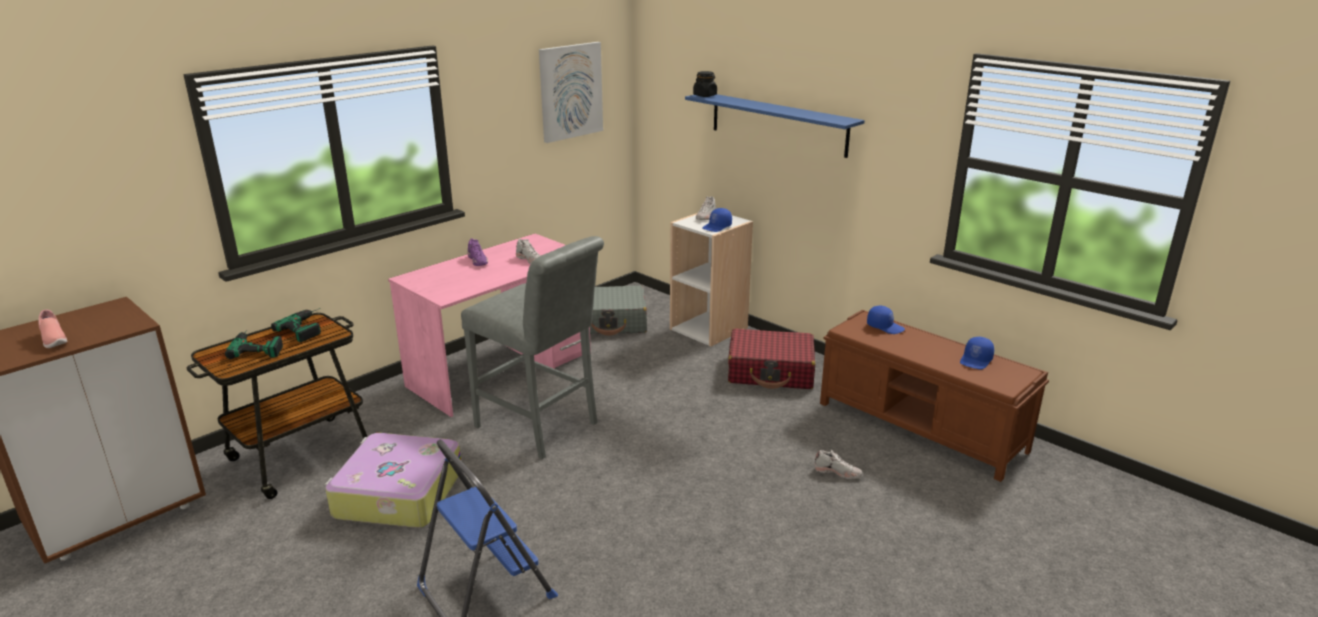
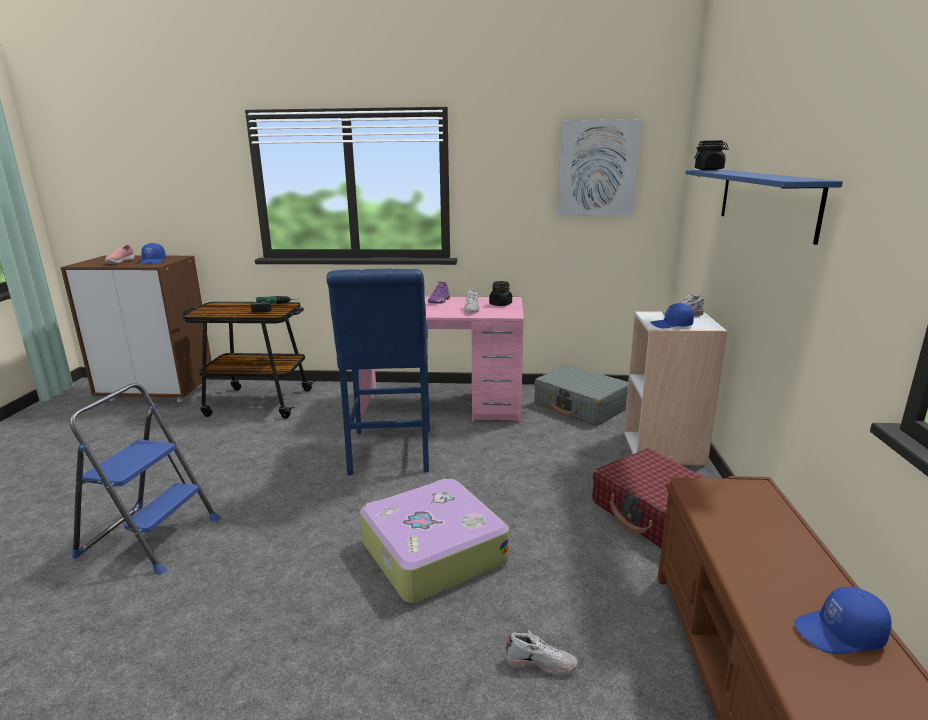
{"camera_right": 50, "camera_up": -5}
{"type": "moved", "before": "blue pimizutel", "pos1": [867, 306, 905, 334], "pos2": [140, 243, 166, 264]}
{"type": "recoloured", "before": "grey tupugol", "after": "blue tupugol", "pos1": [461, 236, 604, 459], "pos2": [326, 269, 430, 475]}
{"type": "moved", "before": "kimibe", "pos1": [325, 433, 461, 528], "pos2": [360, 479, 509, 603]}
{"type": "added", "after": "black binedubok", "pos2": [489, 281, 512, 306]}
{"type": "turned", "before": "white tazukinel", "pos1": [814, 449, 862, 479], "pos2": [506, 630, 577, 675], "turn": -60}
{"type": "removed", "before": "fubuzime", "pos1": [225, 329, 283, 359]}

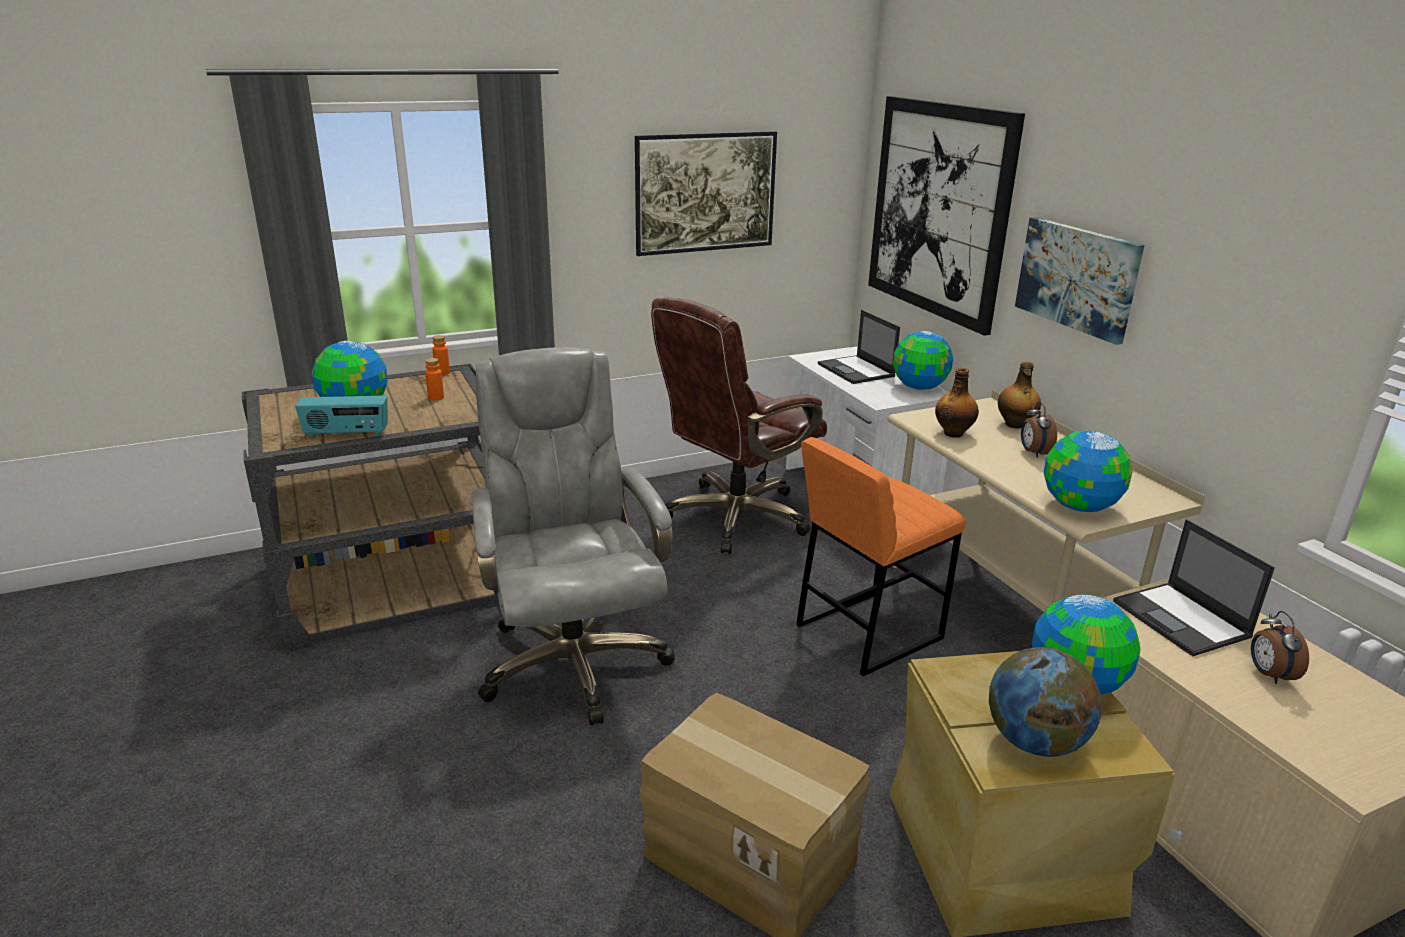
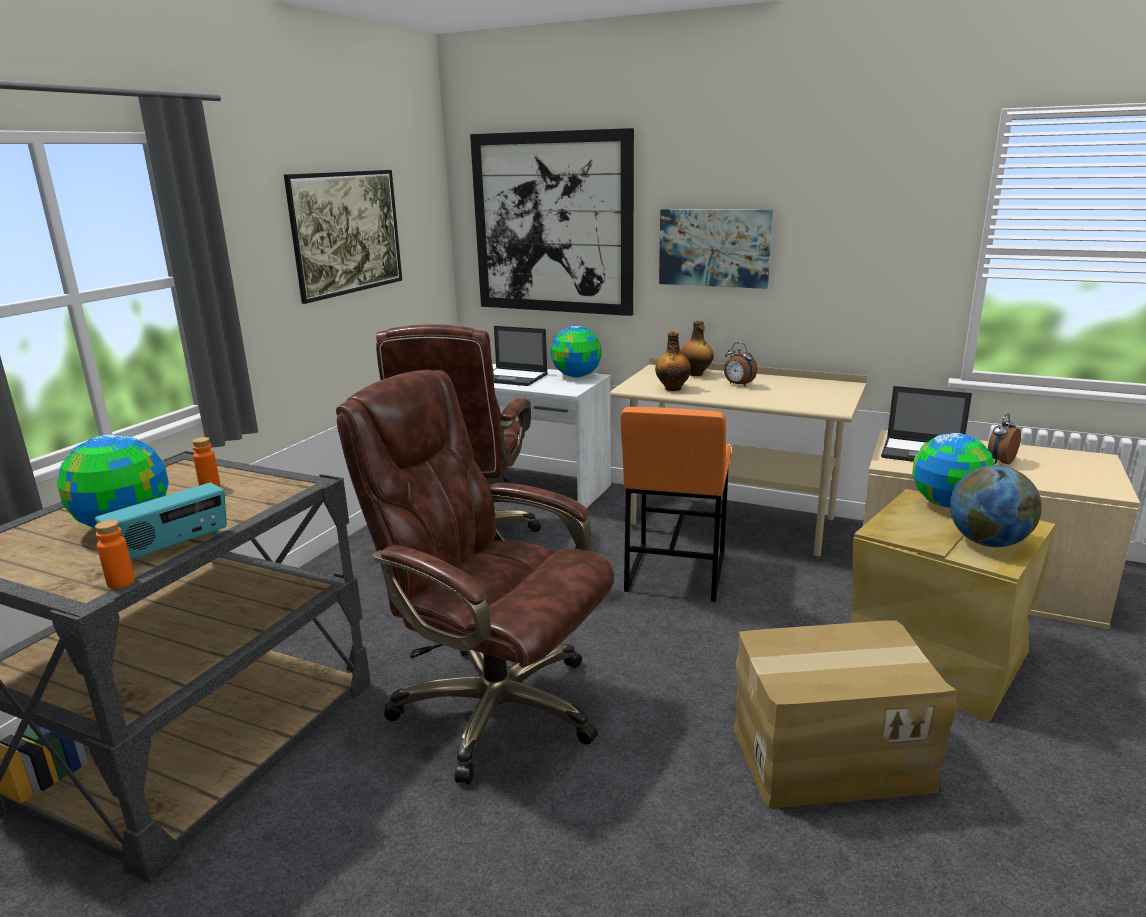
{"camera_right": -40, "camera_up": -5}
{"type": "moved", "before": "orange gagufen", "pos1": [432, 335, 450, 375], "pos2": [95, 520, 135, 589]}
{"type": "recoloured", "before": "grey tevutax", "after": "brown tevutax", "pos1": [472, 347, 675, 726], "pos2": [336, 370, 614, 784]}
{"type": "turned", "before": "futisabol", "pos1": [1251, 611, 1309, 684], "pos2": [988, 413, 1021, 464], "turn": 90}
{"type": "removed", "before": "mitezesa", "pos1": [1044, 431, 1133, 512]}

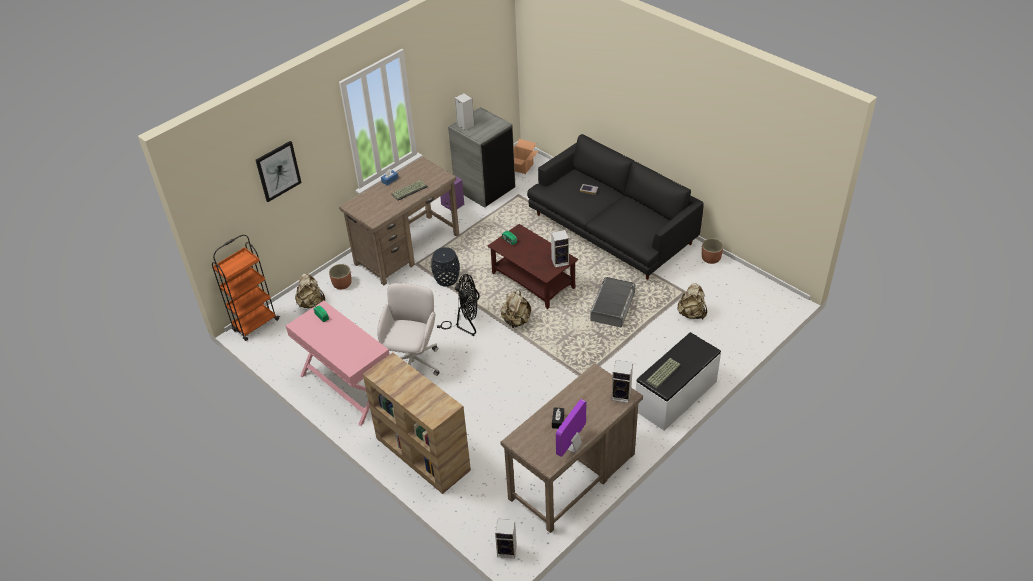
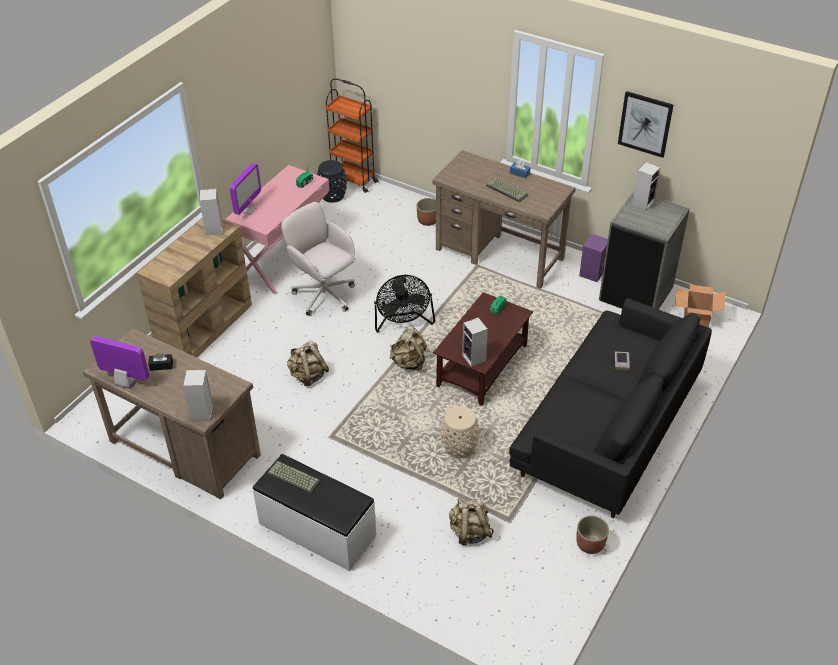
{"camera_right": 75, "camera_up": 0}
{"type": "moved", "before": "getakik", "pos1": [495, 519, 517, 558], "pos2": [200, 189, 223, 235]}
{"type": "added", "after": "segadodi", "pos2": [230, 163, 261, 215]}
{"type": "turned", "before": "white tevutax", "pos1": [377, 283, 440, 376], "pos2": [281, 202, 355, 316], "turn": -135}
{"type": "moved", "before": "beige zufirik", "pos1": [295, 274, 325, 308], "pos2": [287, 340, 329, 386]}
{"type": "moved", "before": "black tupugol", "pos1": [431, 247, 460, 287], "pos2": [317, 160, 347, 203]}
{"type": "replaced", "before": "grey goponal", "after": "beige tupugol", "pos1": [590, 277, 635, 327], "pos2": [441, 406, 479, 458]}
{"type": "moved", "before": "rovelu", "pos1": [256, 141, 301, 202], "pos2": [618, 91, 673, 158]}

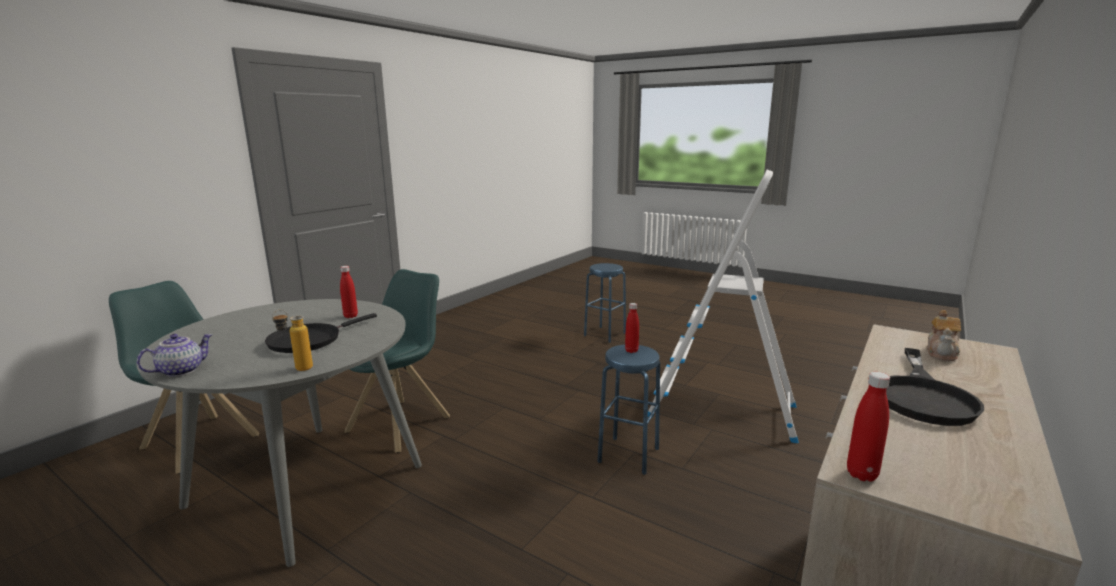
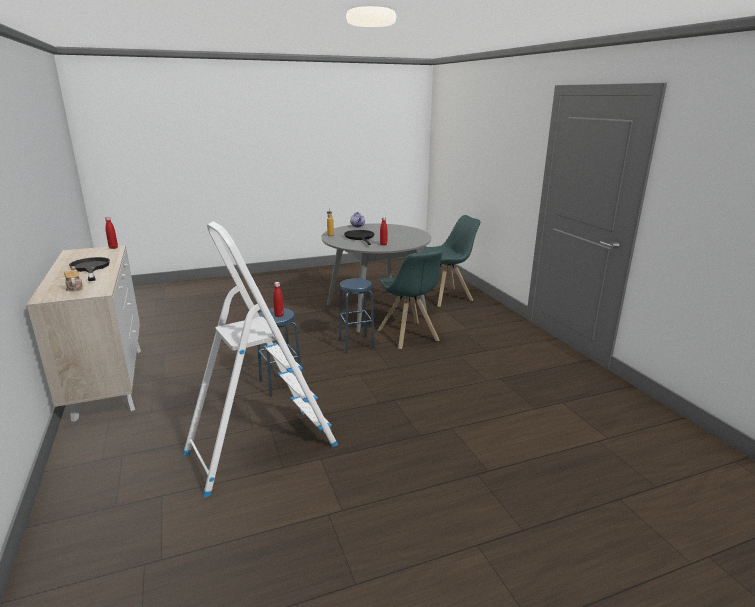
{"camera_right": 125, "camera_up": 5}
{"type": "moved", "before": "blue tupugol", "pos1": [584, 263, 626, 343], "pos2": [339, 278, 375, 353]}

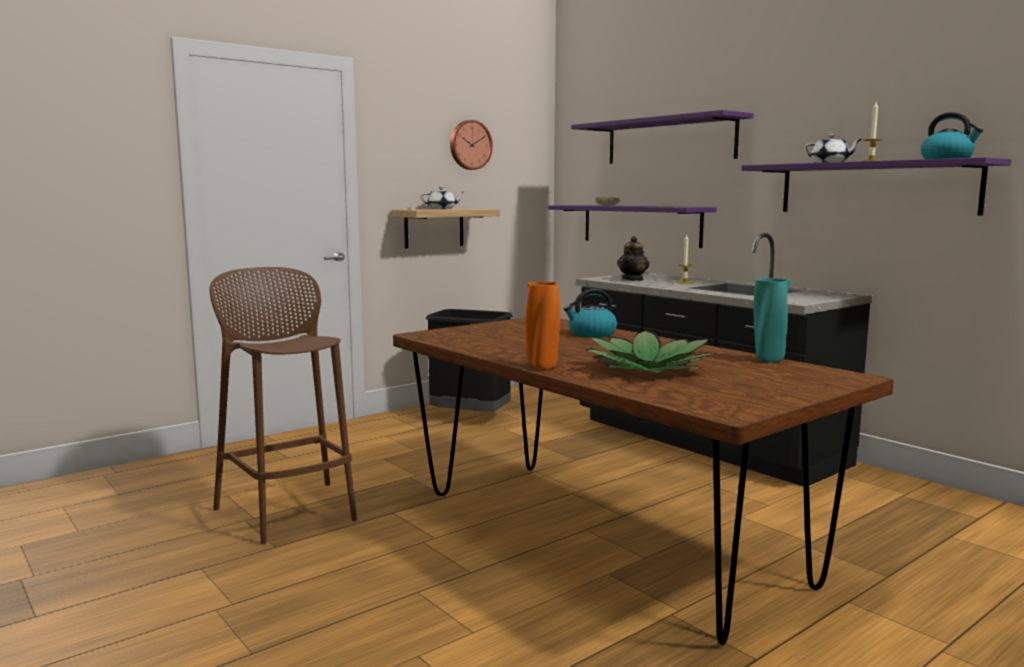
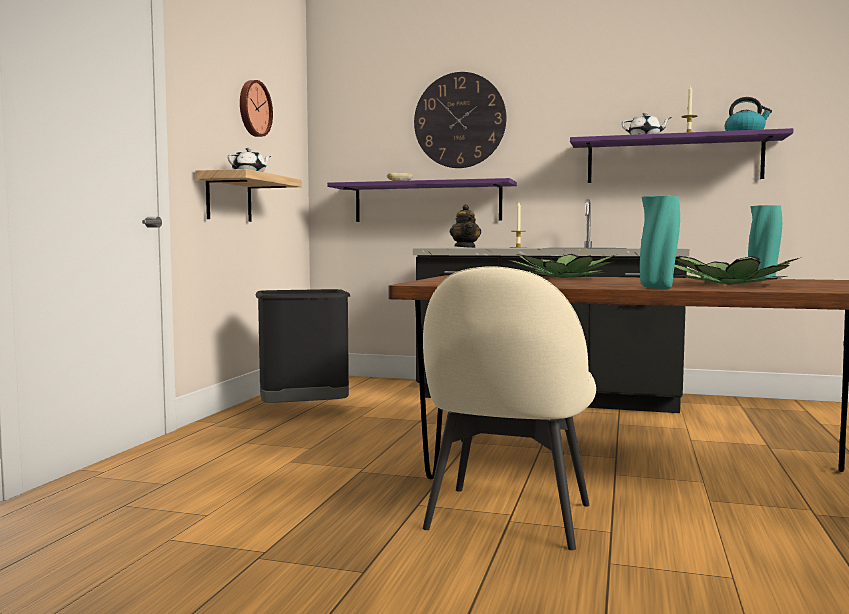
{"camera_right": -35, "camera_up": -5}
{"type": "replaced", "before": "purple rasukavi", "after": "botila", "pos1": [571, 110, 753, 164], "pos2": [414, 72, 506, 168]}
{"type": "added", "after": "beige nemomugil", "pos2": [423, 266, 596, 550]}
{"type": "replaced", "before": "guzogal", "after": "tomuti", "pos1": [564, 289, 617, 337], "pos2": [509, 254, 615, 278]}
{"type": "recoloured", "before": "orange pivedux", "after": "turquoise pivedux", "pos1": [525, 282, 560, 370], "pos2": [640, 195, 680, 289]}
{"type": "removed", "before": "brown tupugol", "pos1": [210, 267, 357, 544]}

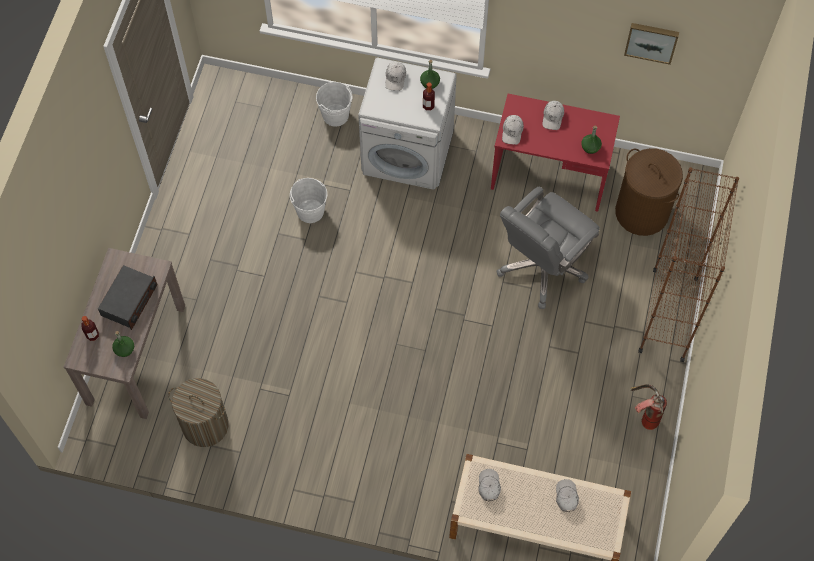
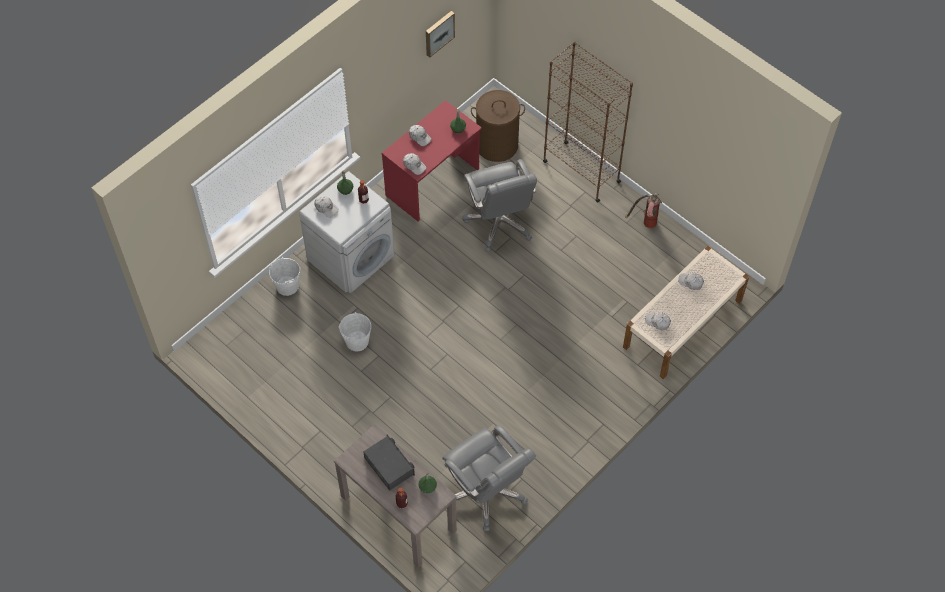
{"camera_right": -60, "camera_up": -5}
{"type": "replaced", "before": "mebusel", "after": "grey tevutax", "pos1": [168, 378, 229, 447], "pos2": [443, 425, 536, 531]}

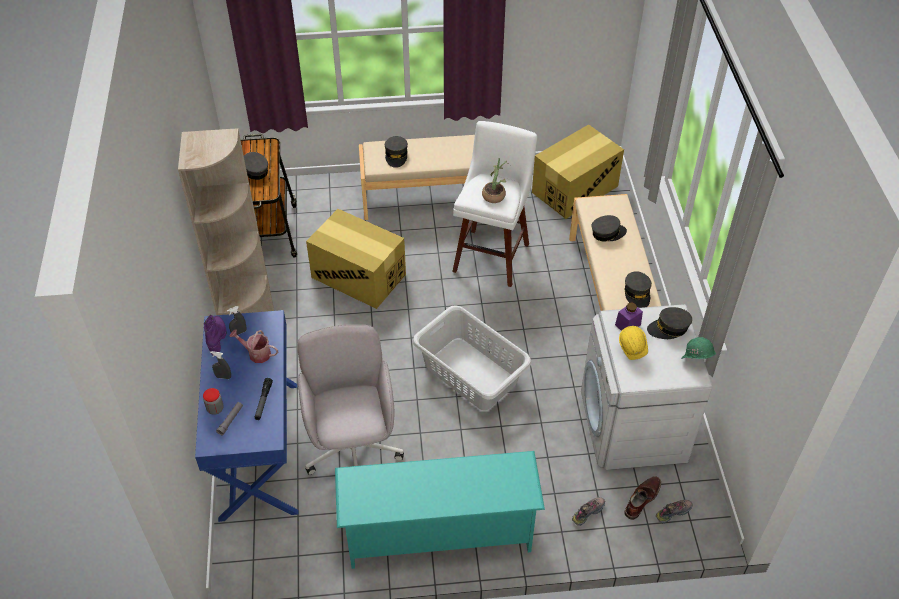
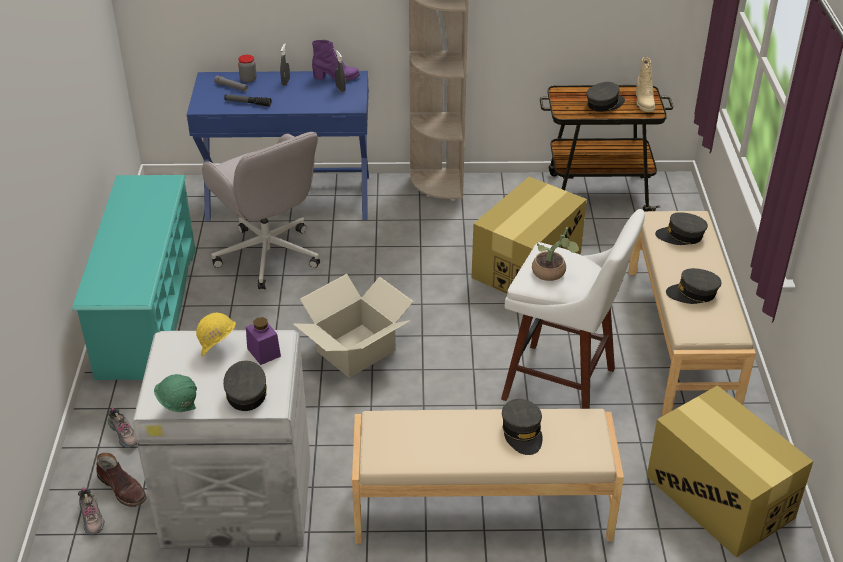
{"camera_right": 95, "camera_up": -10}
{"type": "turned", "before": "grey tevutax", "pos1": [297, 325, 404, 475], "pos2": [202, 132, 320, 289], "turn": 60}
{"type": "replaced", "before": "grey mebusel", "after": "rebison", "pos1": [412, 305, 532, 410], "pos2": [294, 274, 414, 378]}
{"type": "added", "after": "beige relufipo", "pos2": [636, 57, 655, 112]}
{"type": "moved", "before": "grey pimizutel", "pos1": [624, 271, 652, 308], "pos2": [666, 268, 721, 304]}
{"type": "removed", "before": "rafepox", "pos1": [229, 329, 278, 363]}

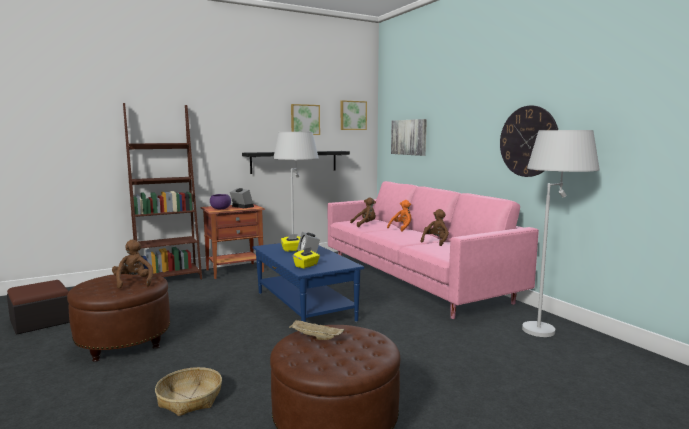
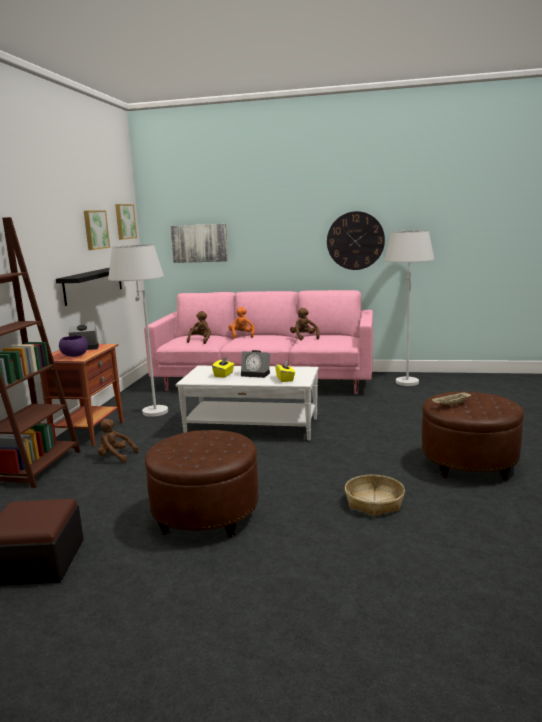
{"camera_right": -50, "camera_up": 5}
{"type": "moved", "before": "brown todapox", "pos1": [112, 240, 153, 289], "pos2": [98, 419, 139, 462]}
{"type": "recoloured", "before": "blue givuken", "after": "white givuken", "pos1": [253, 243, 364, 322], "pos2": [175, 366, 319, 441]}

